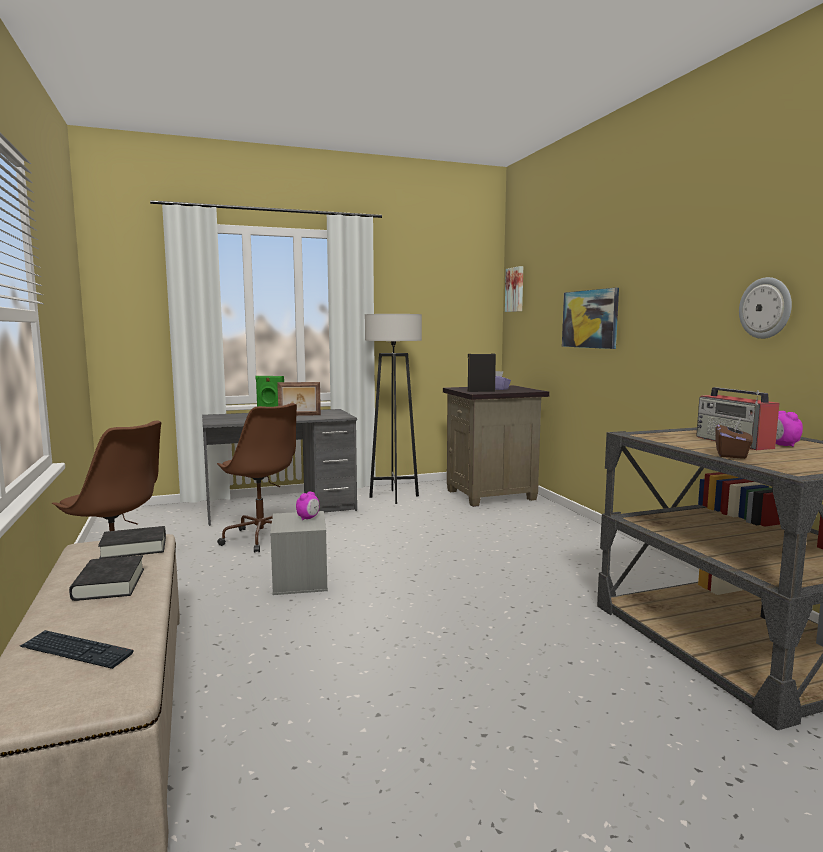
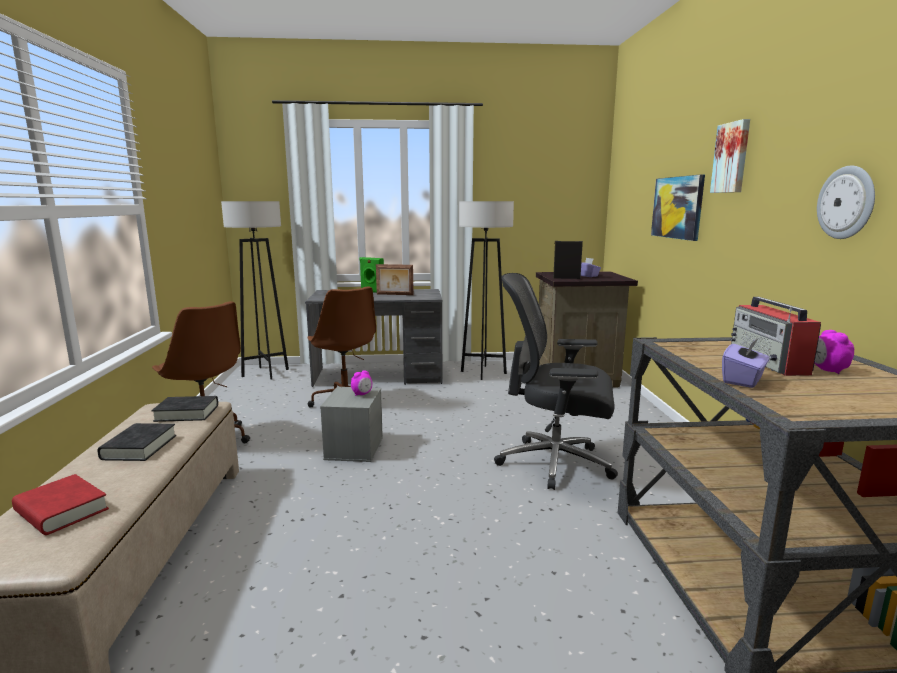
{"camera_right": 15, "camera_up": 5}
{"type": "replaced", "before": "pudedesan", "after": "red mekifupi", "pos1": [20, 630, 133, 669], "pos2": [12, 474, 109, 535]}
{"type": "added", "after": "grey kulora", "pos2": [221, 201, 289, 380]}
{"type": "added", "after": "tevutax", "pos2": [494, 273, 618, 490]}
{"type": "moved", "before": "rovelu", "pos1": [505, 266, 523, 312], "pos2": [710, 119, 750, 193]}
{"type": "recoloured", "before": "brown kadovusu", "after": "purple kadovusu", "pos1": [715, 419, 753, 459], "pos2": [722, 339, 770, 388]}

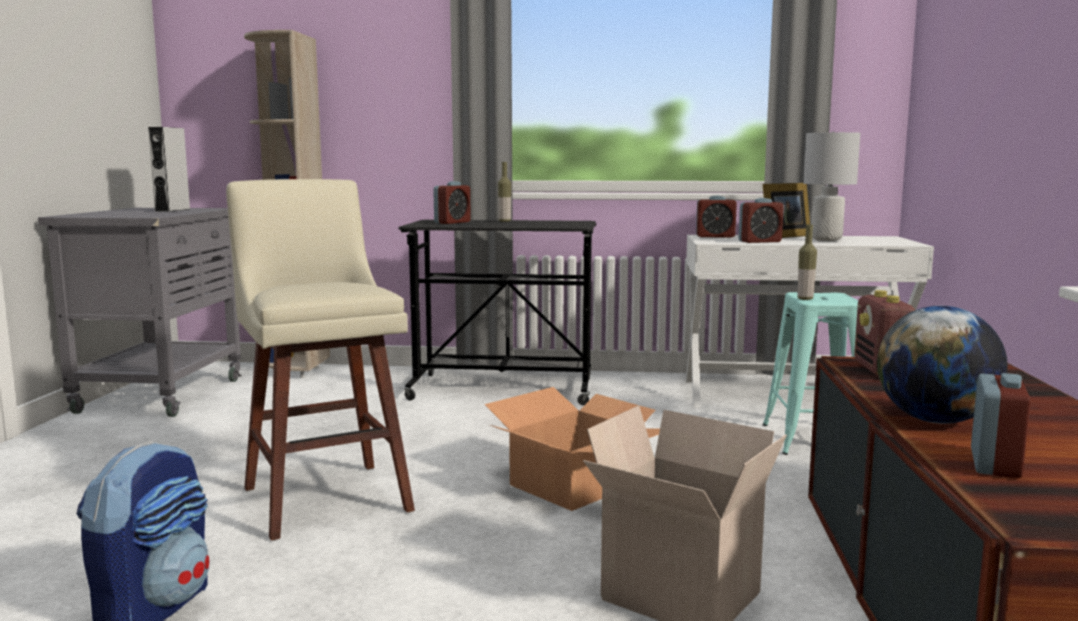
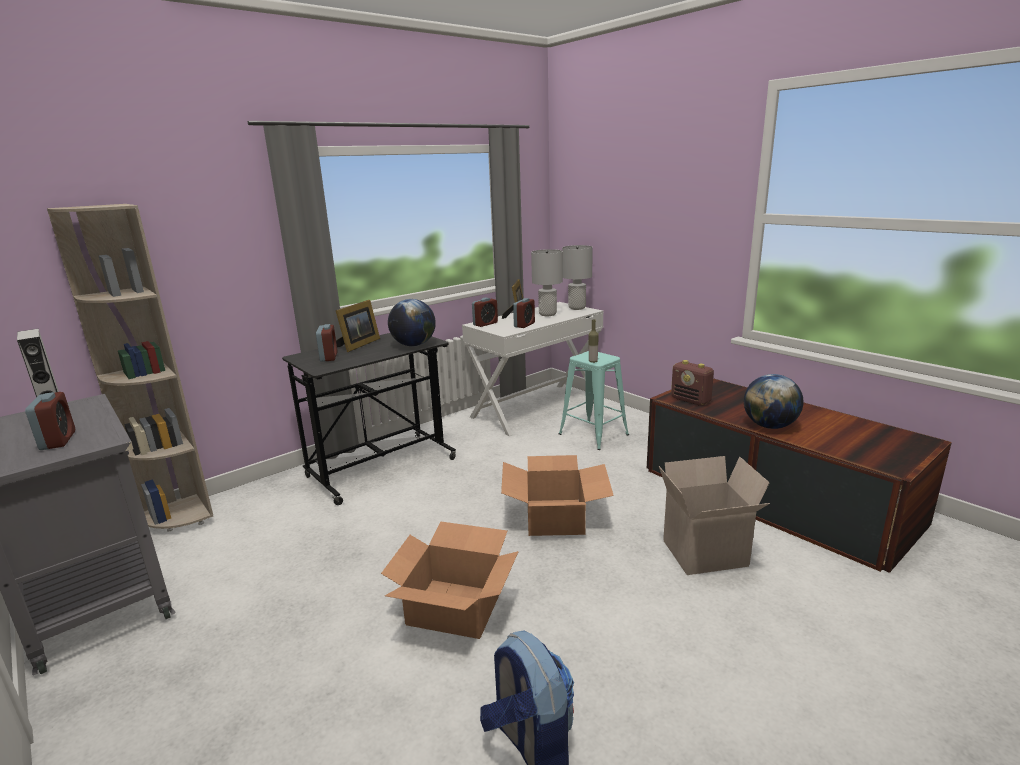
{"camera_right": -45, "camera_up": 10}
{"type": "moved", "before": "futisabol", "pos1": [971, 373, 1031, 478], "pos2": [25, 392, 75, 450]}
{"type": "replaced", "before": "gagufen", "after": "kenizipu", "pos1": [498, 162, 511, 222], "pos2": [336, 300, 380, 352]}
{"type": "replaced", "before": "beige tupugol", "after": "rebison", "pos1": [226, 179, 415, 541], "pos2": [381, 521, 519, 639]}
{"type": "added", "after": "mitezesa", "pos2": [388, 299, 436, 346]}
{"type": "added", "after": "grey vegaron", "pos2": [562, 245, 593, 310]}

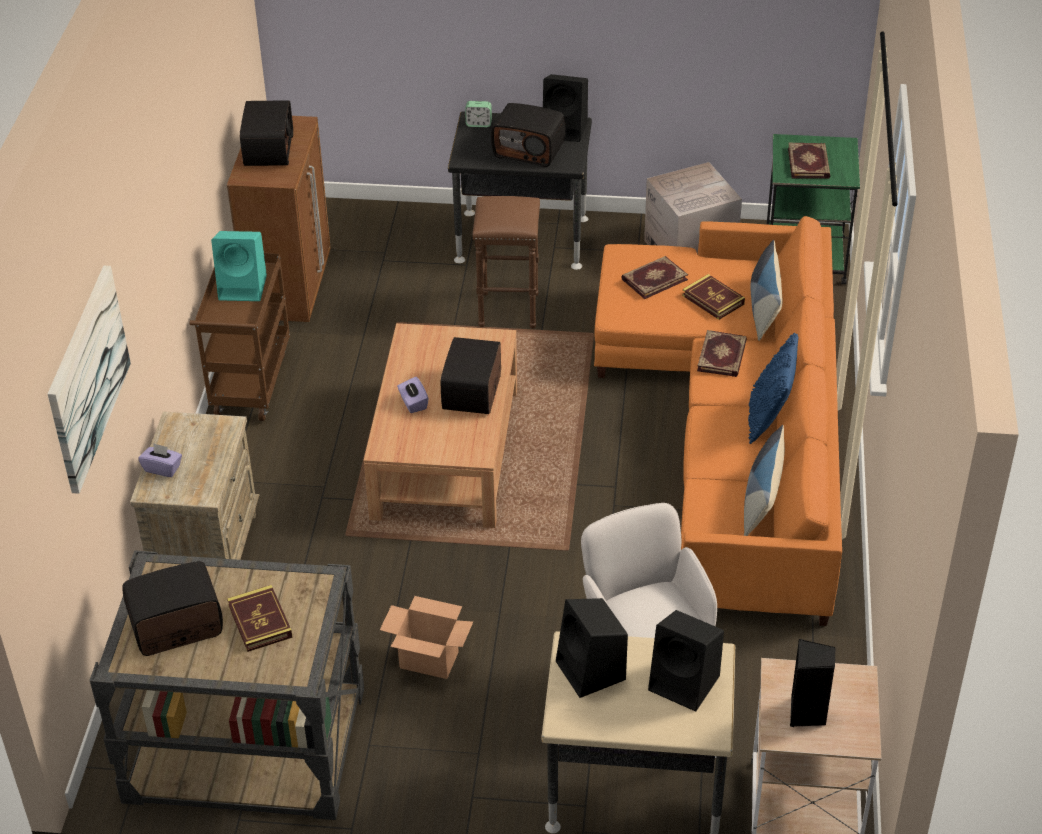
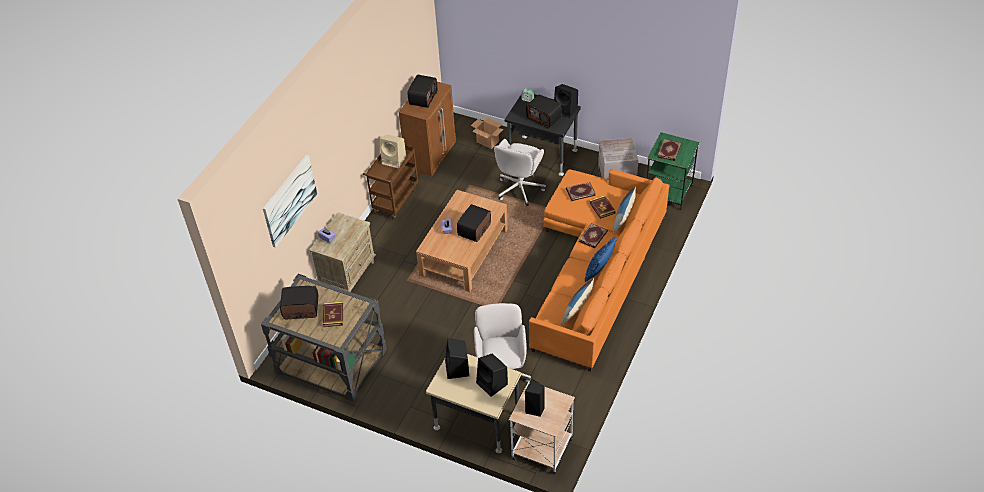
{"camera_right": 20, "camera_up": 5}
{"type": "recoloured", "before": "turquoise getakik", "after": "beige getakik", "pos1": [211, 231, 267, 301], "pos2": [380, 134, 406, 169]}
{"type": "moved", "before": "rebison", "pos1": [380, 596, 473, 679], "pos2": [471, 117, 504, 149]}
{"type": "replaced", "before": "brown tupugol", "after": "white tevutax", "pos1": [472, 196, 540, 329], "pos2": [494, 139, 546, 207]}

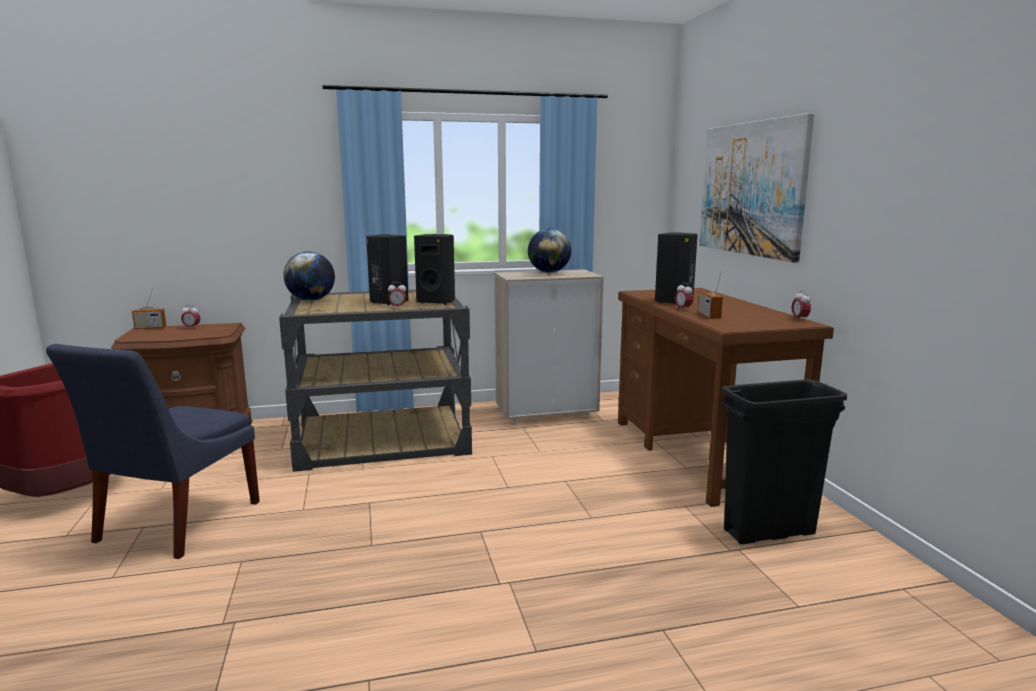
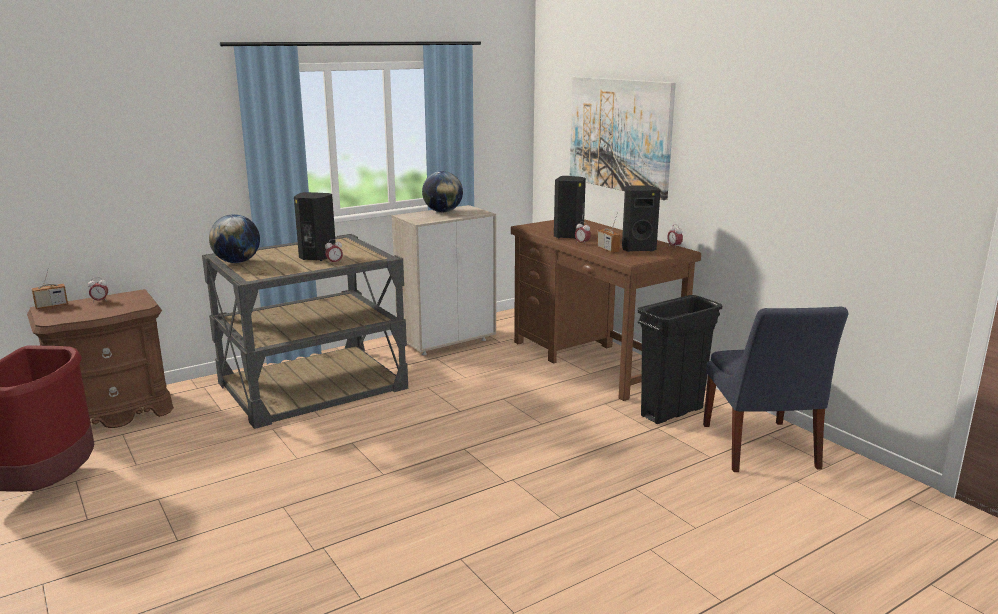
{"camera_right": -20, "camera_up": 5}
{"type": "moved", "before": "black getakik", "pos1": [414, 234, 455, 305], "pos2": [622, 185, 660, 252]}
{"type": "moved", "before": "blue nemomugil", "pos1": [46, 344, 260, 559], "pos2": [703, 307, 849, 472]}

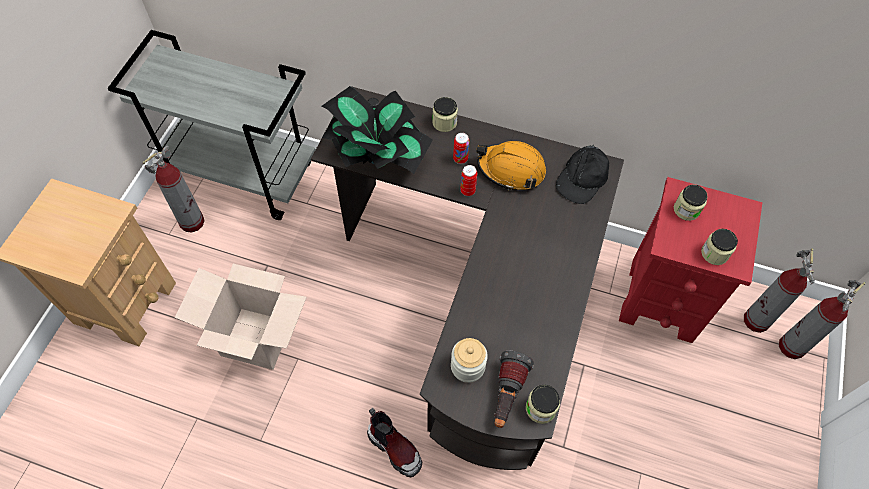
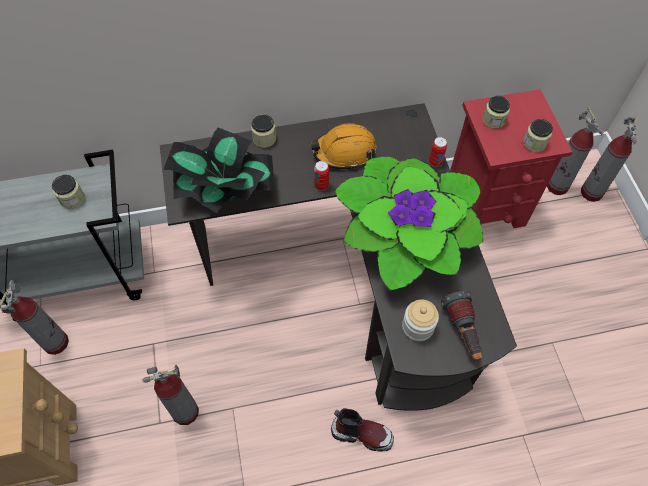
{"camera_right": -30, "camera_up": 0}
{"type": "moved", "before": "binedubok", "pos1": [526, 385, 560, 424], "pos2": [52, 175, 85, 209]}
{"type": "replaced", "before": "rebison", "after": "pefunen", "pos1": [175, 264, 307, 369], "pos2": [142, 365, 199, 425]}
{"type": "added", "after": "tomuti", "pos2": [334, 157, 483, 291]}
{"type": "moved", "before": "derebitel", "pos1": [453, 133, 469, 164], "pos2": [429, 137, 447, 167]}
{"type": "removed", "before": "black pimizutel", "pos1": [556, 145, 609, 204]}

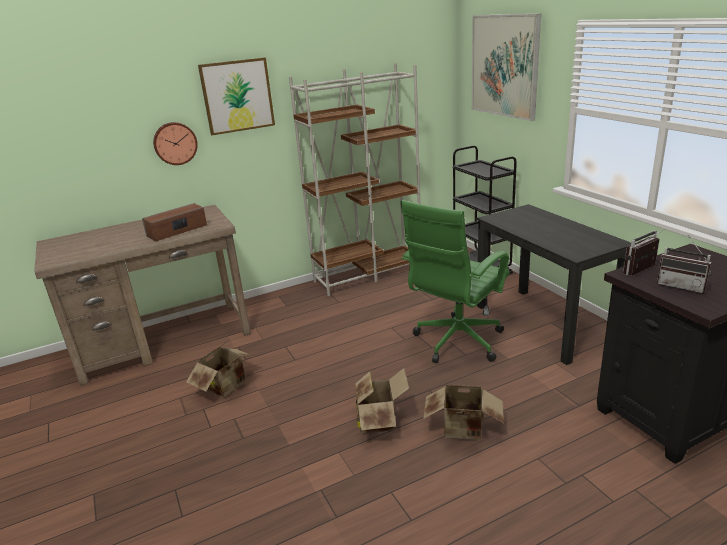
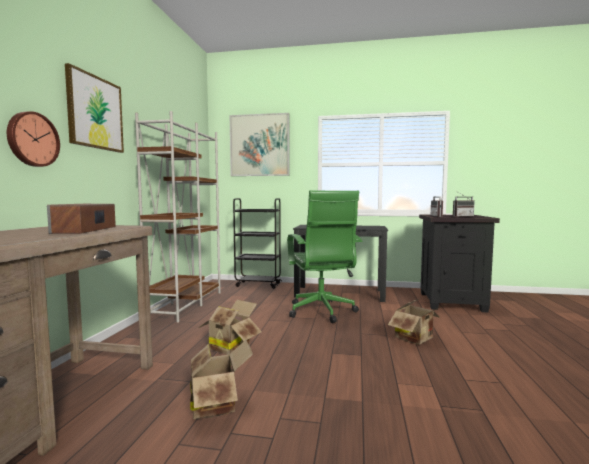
{"camera_right": -55, "camera_up": -20}
{"type": "moved", "before": "rebison", "pos1": [355, 368, 409, 434], "pos2": [198, 300, 262, 355]}

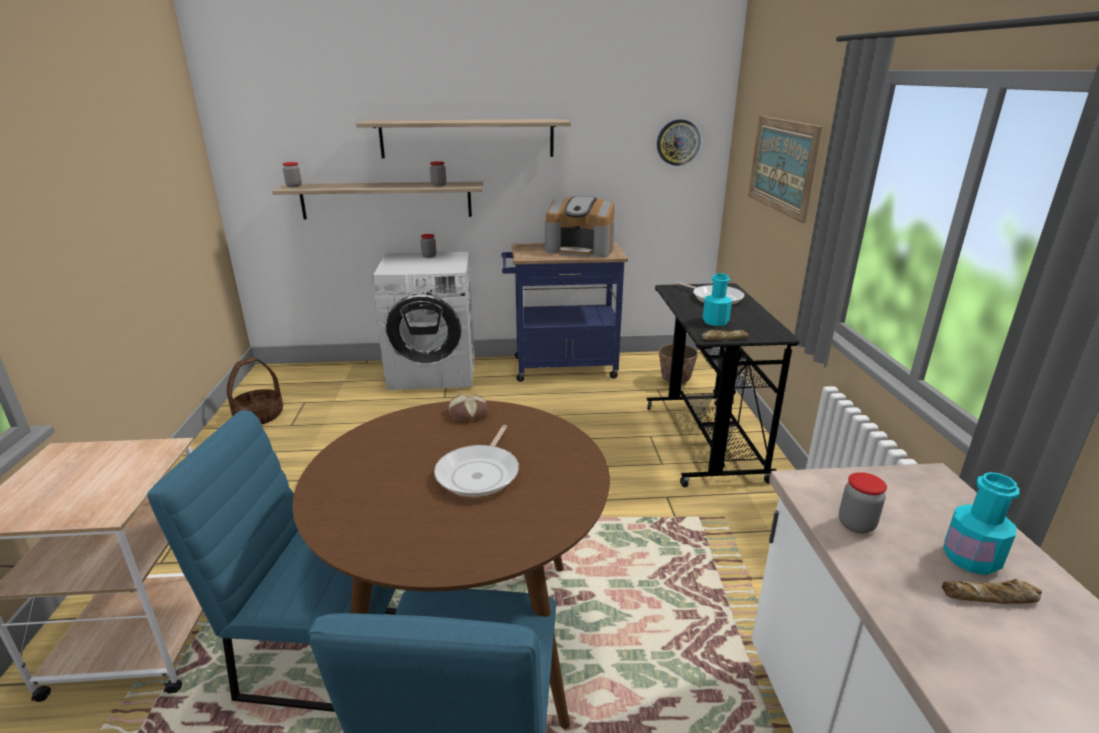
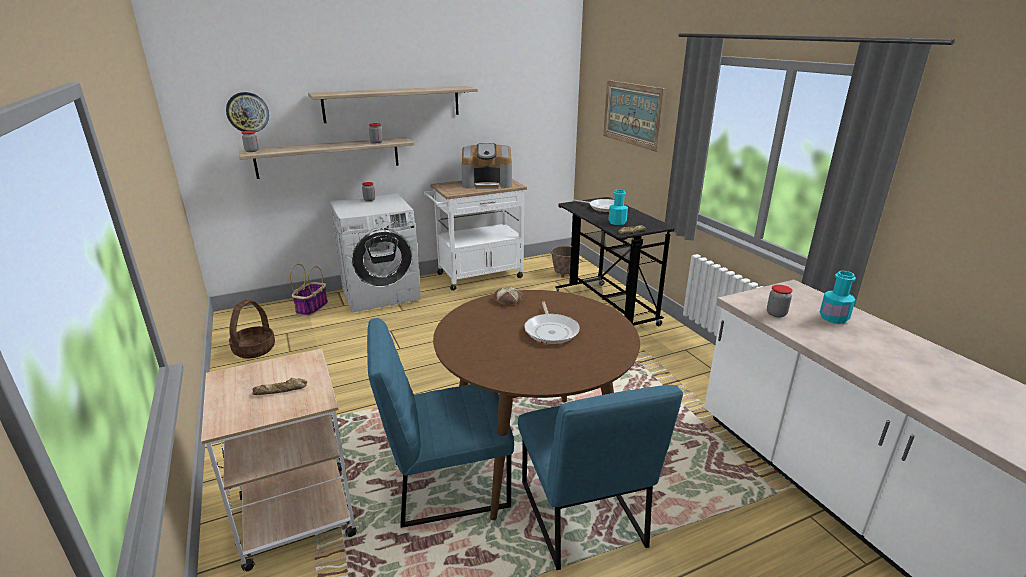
{"camera_right": -20, "camera_up": 0}
{"type": "moved", "before": "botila", "pos1": [657, 119, 701, 166], "pos2": [226, 92, 269, 132]}
{"type": "moved", "before": "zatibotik", "pos1": [942, 579, 1042, 604], "pos2": [252, 378, 307, 395]}
{"type": "added", "after": "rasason", "pos2": [290, 264, 328, 316]}
{"type": "recoloured", "before": "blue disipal", "after": "white disipal", "pos1": [501, 242, 628, 382], "pos2": [424, 179, 527, 291]}

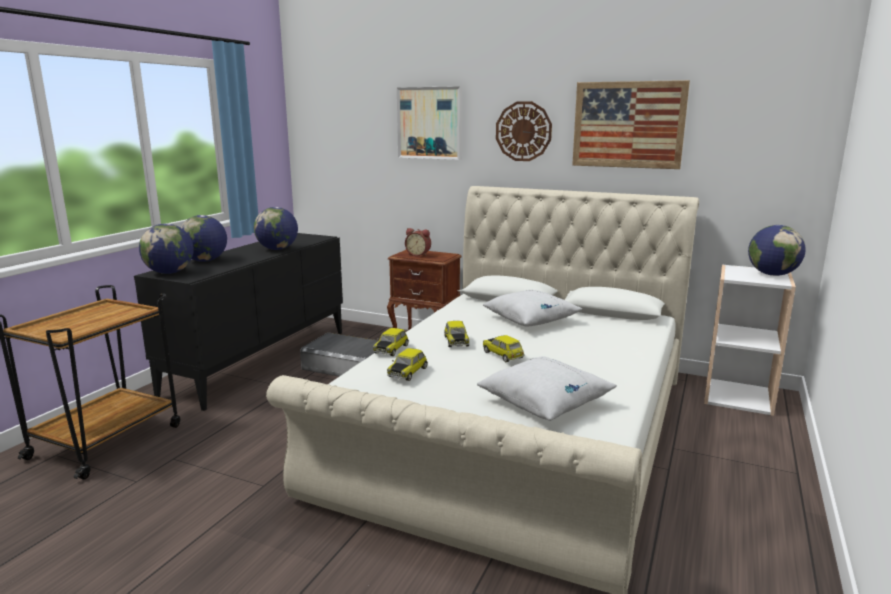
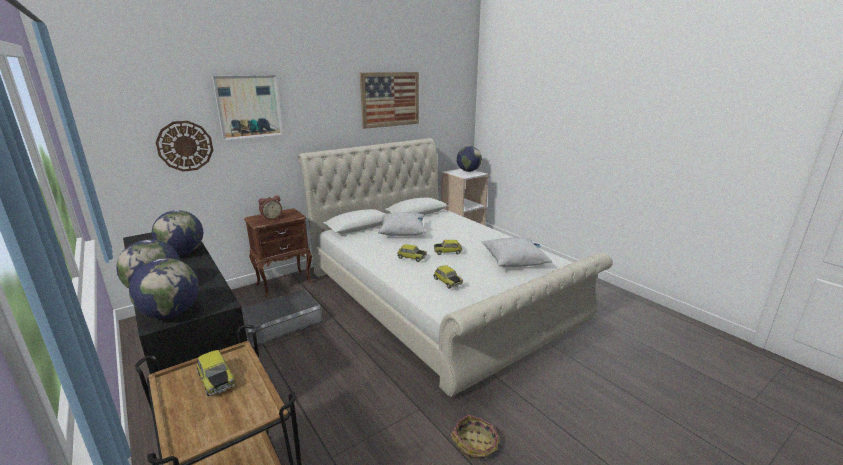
{"camera_right": -60, "camera_up": 5}
{"type": "moved", "before": "botila", "pos1": [496, 101, 552, 161], "pos2": [156, 121, 213, 172]}
{"type": "moved", "before": "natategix", "pos1": [373, 328, 409, 356], "pos2": [197, 350, 235, 396]}
{"type": "added", "after": "rasason", "pos2": [451, 415, 500, 460]}

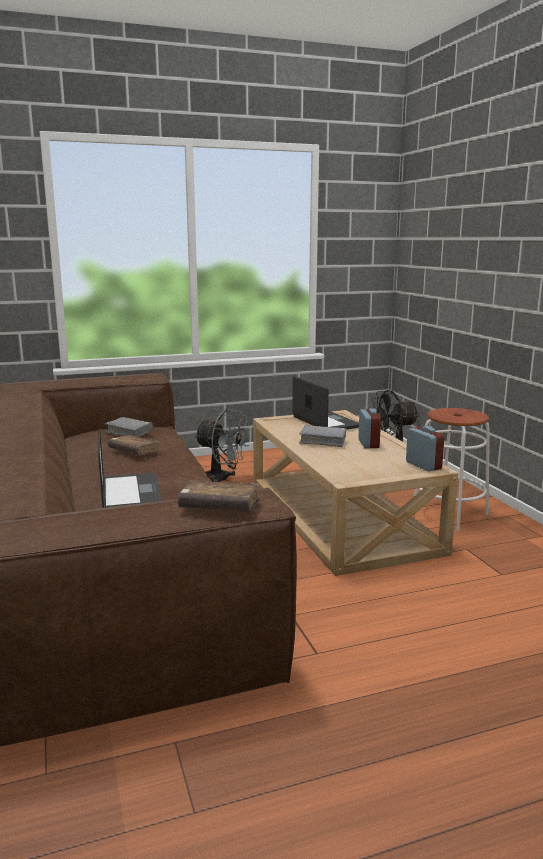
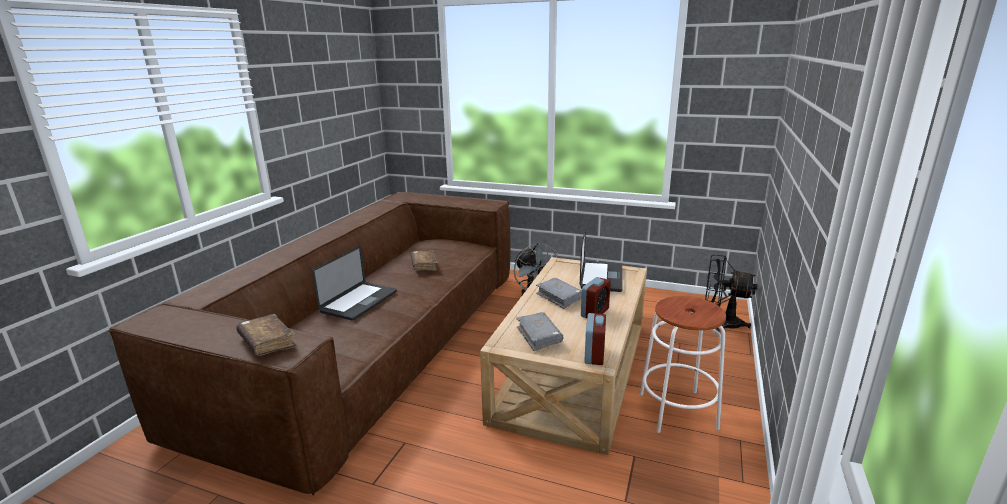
{"camera_right": 40, "camera_up": 5}
{"type": "moved", "before": "grey mekifupi", "pos1": [105, 417, 153, 437], "pos2": [516, 312, 563, 351]}

